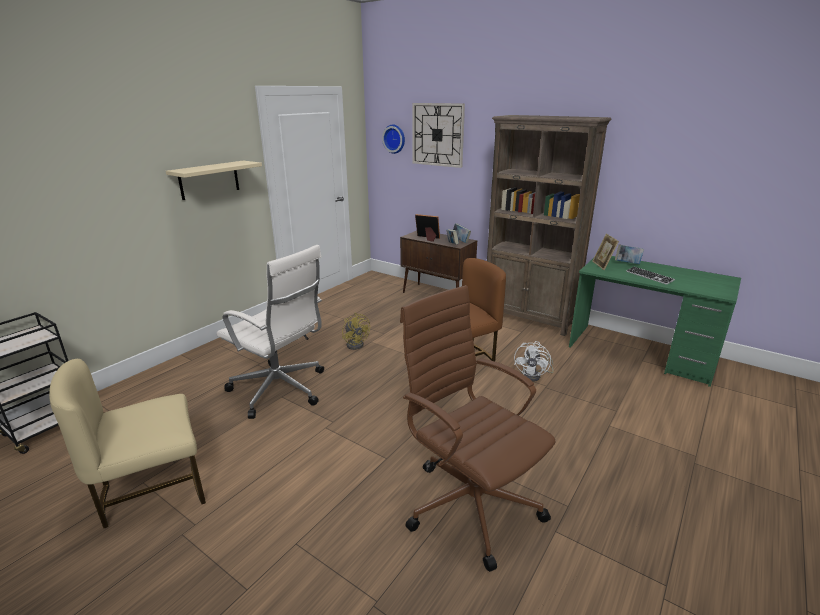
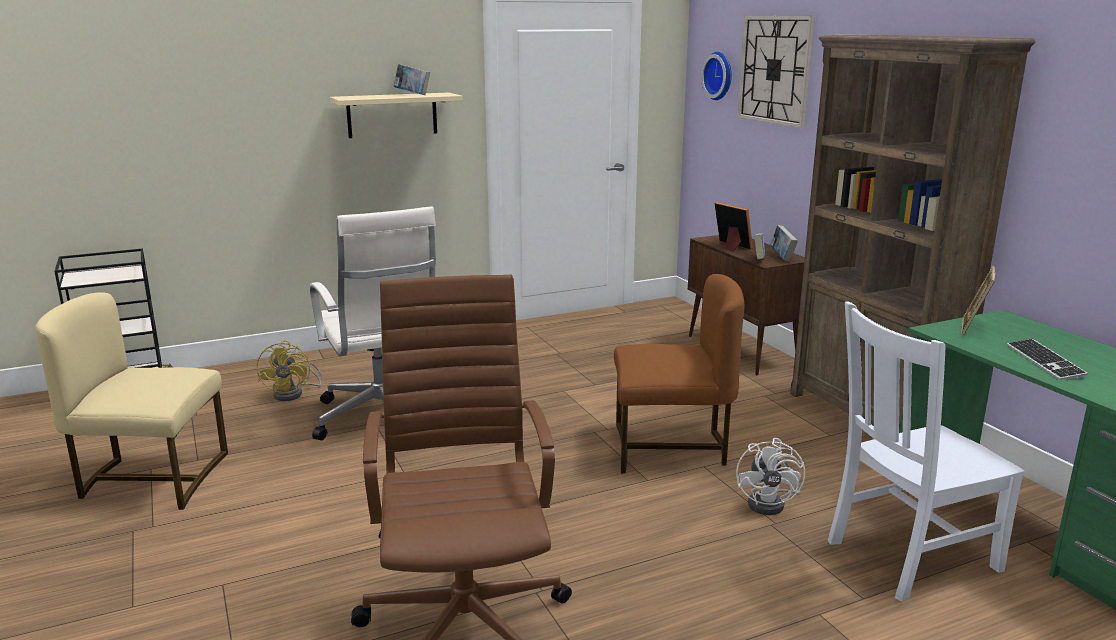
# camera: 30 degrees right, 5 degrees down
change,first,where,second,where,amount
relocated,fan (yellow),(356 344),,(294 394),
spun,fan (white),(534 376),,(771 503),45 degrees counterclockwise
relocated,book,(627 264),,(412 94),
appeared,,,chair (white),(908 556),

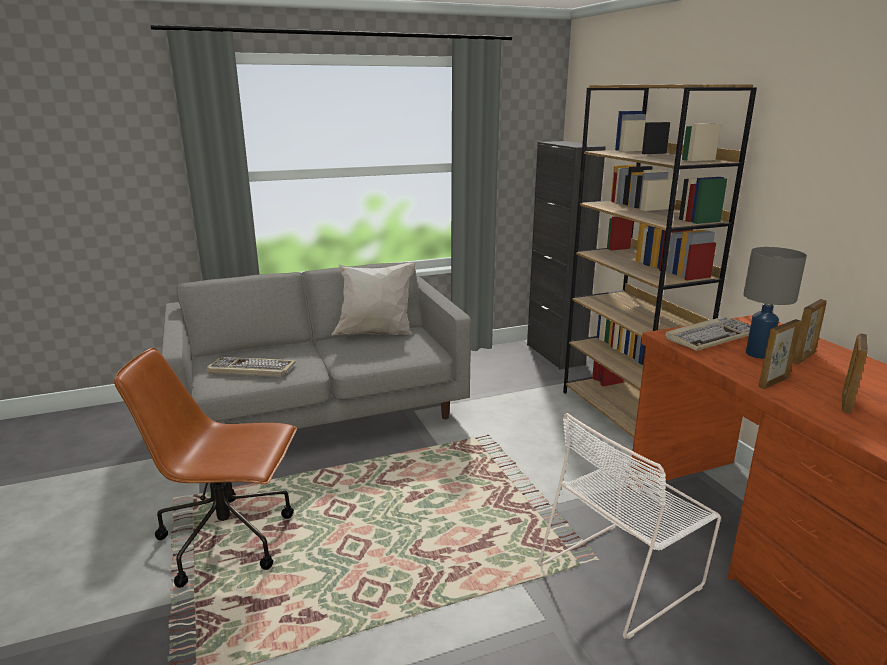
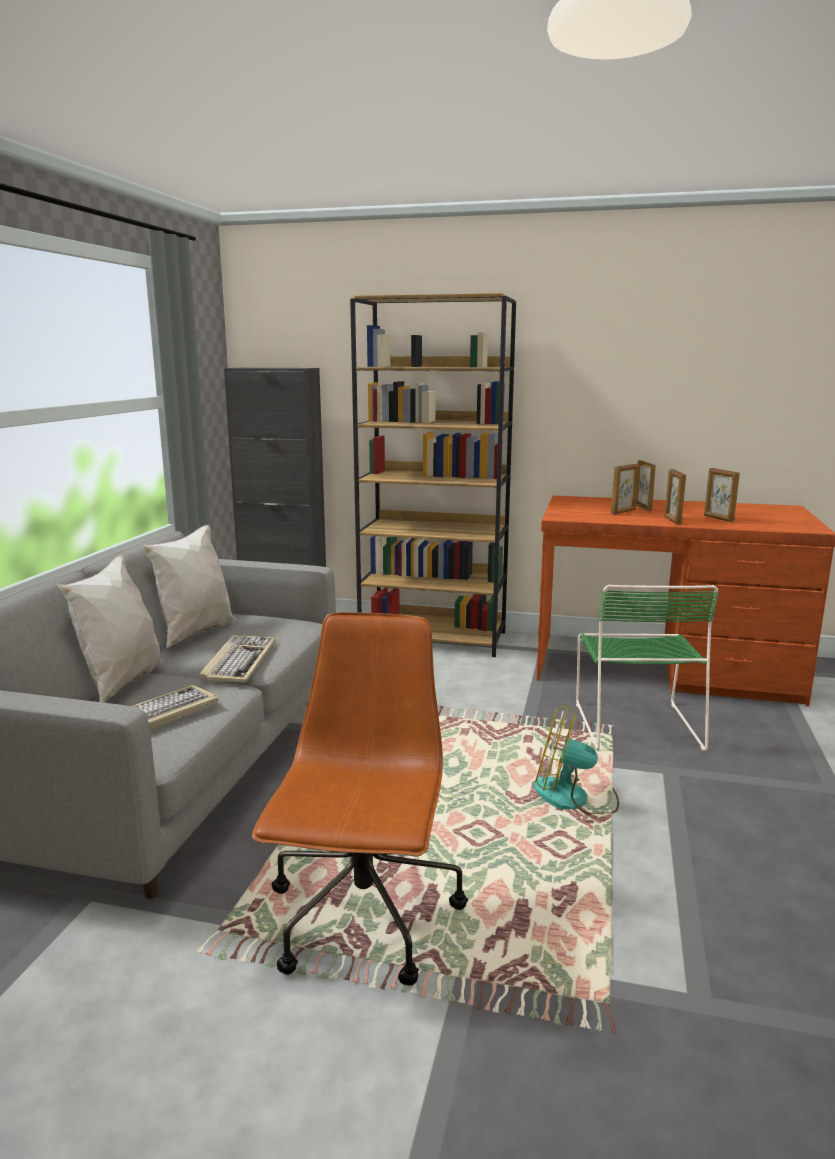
# camera: 55 degrees left, 5 degrees down
change,first,where,second,where,amount
spun,office chair (brown),(229 539),,(364 920),150 degrees clockwise
colour,chair (white),(623 573),chair (green),(636 723),
relocated,keyboard,(712 337),,(239 662),
exchanged,table lamp (grey),(758 354),picture frame,(623 512),
appeared,,,pillow (white),(121 684),
appeared,,,fan,(574 797),

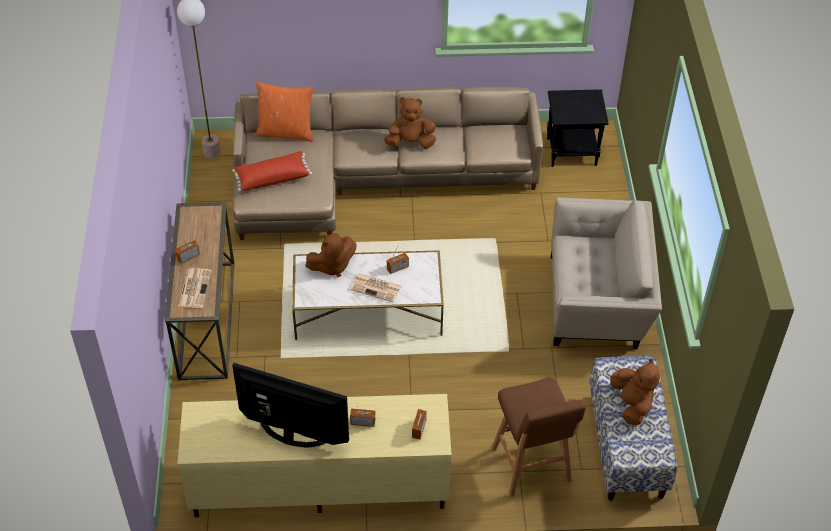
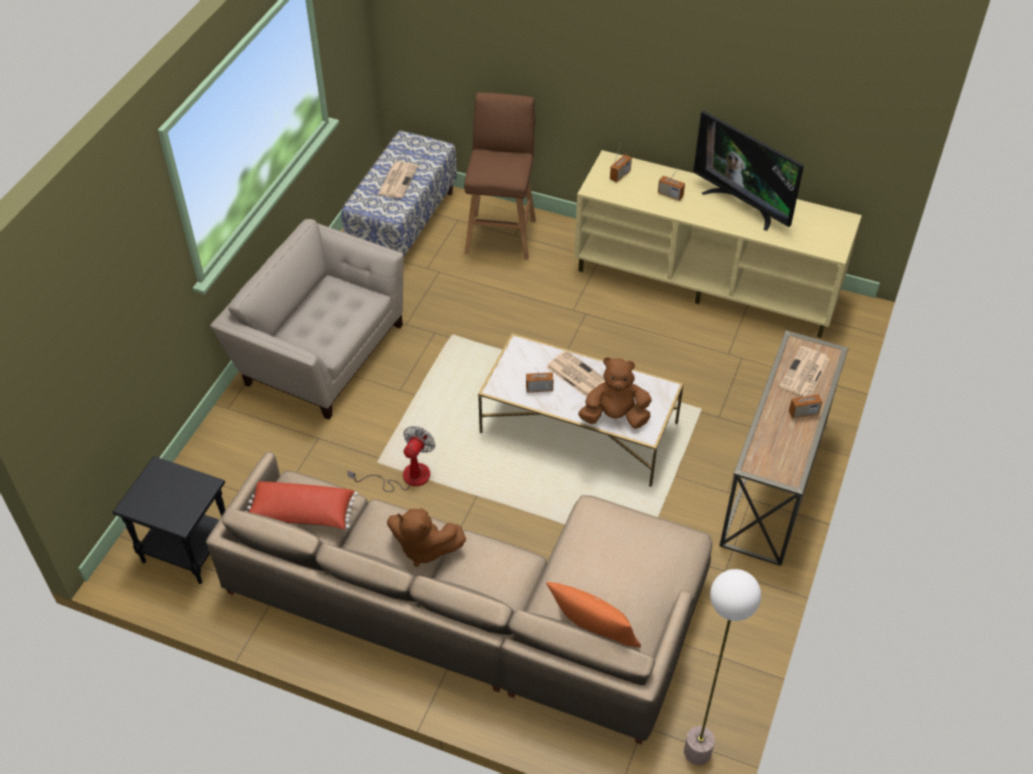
# camera: 155 degrees left, 0 degrees up
change,first,where,second,where,amount
relocated,pillow (red),(272 177),,(301 515),
exchanged,plush toy (brown),(632 404),newspaper,(397 180),
appeared,,,fan,(405 477),

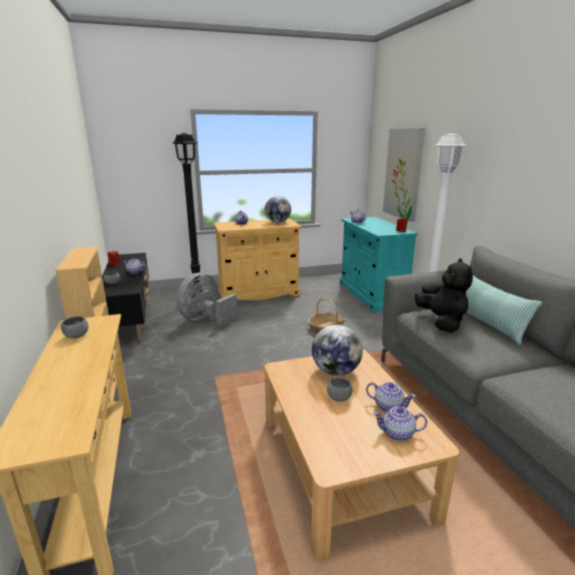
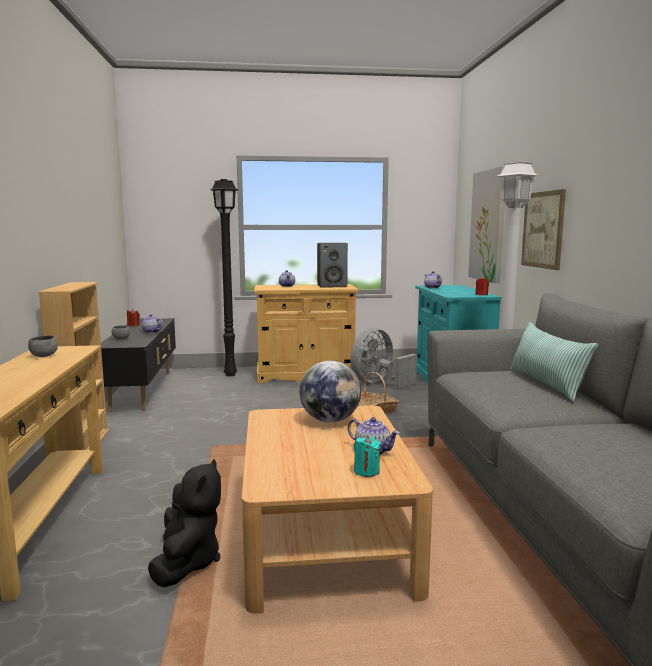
# camera: 10 degrees right, 10 degrees down
change,first,where,second,where,amount
relocated,fan (grey),(205 320),,(378 383),
exchanged,globe,(278 222),speaker,(332 286),
missing,bowl (grey),(339 398),,,
exchanged,teapot,(397 434),candle (turquoise),(366 471),
relocated,plush toy (black),(441 322),,(187 562),
appeared,,,picture,(543 229),

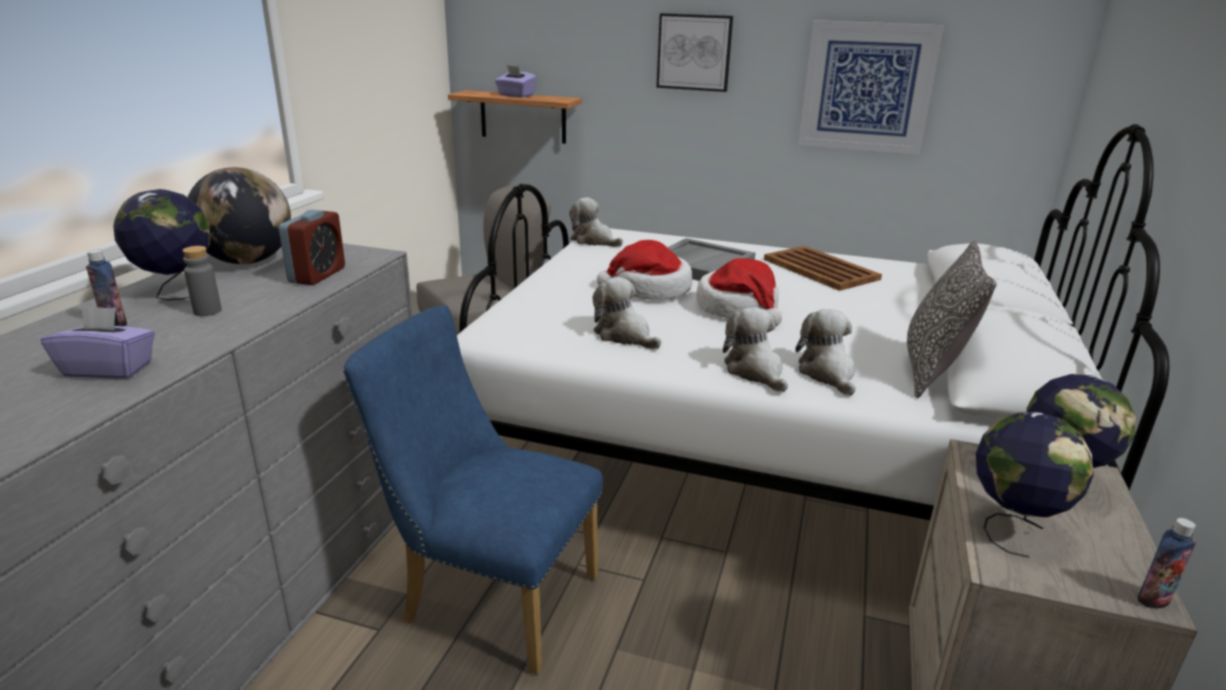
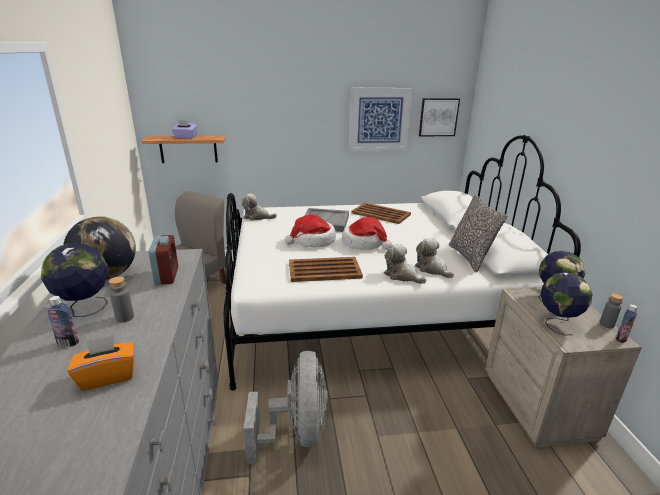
# camera: 25 degrees left, 0 degrees up
change,first,where,second,where,amount
colour,tissue box (purple),(109 369),tissue box (orange),(108 376),
exchanged,chair (blue),(489 596),fan (grey),(296 433),
exchanged,plush toy,(624 335),tray (brown),(325 270),
relocated,picture,(694 52),,(438 117),
appeared,,,bottle (grey),(606 324),

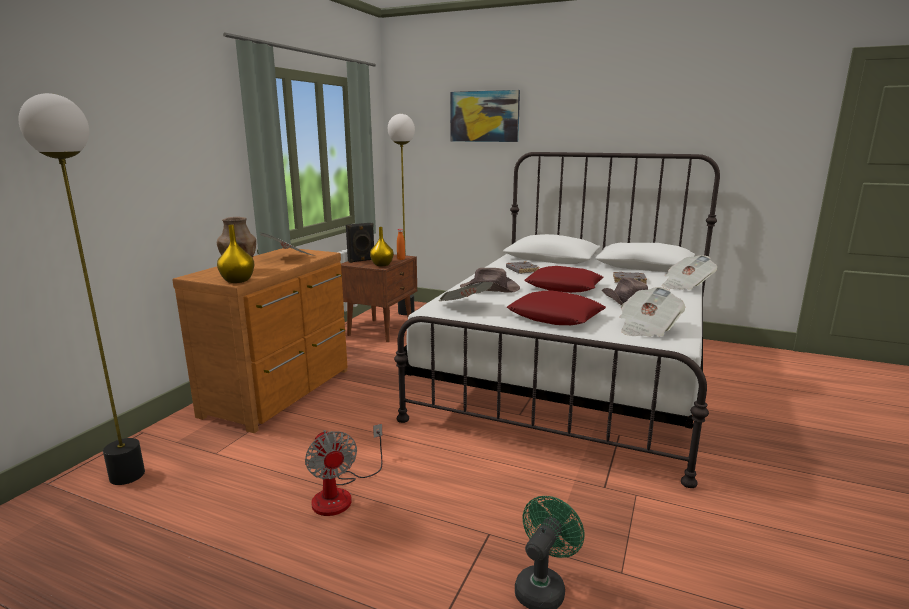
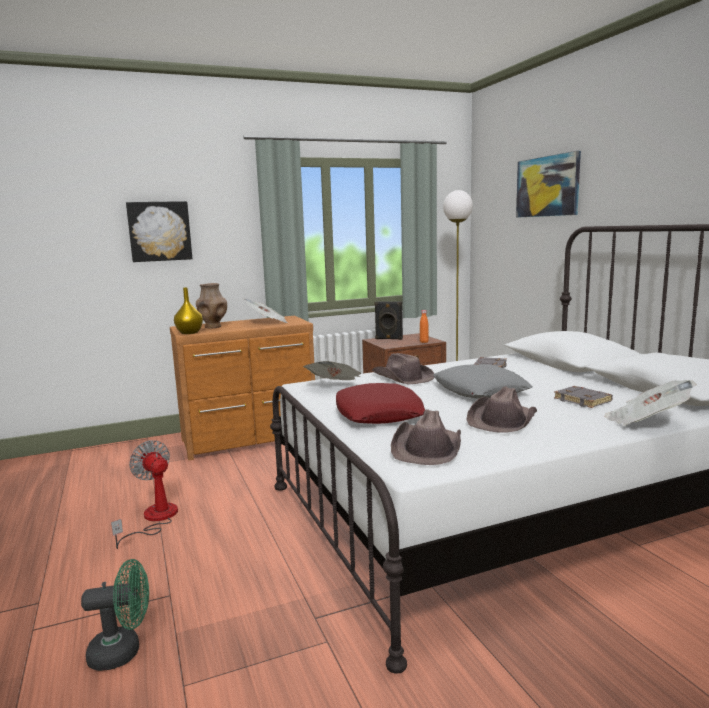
# camera: 45 degrees right, 5 degrees down
change,first,where,second,where,amount
missing,floor lamp,(127 475),,,
spun,fan,(341 494),,(154 519),120 degrees clockwise
missing,vase (yellow),(381 265),,,
colour,pillow (red),(563 286),pillow (grey),(480 390),
exchanged,newspaper,(646 329),hat (brown),(427 448),
appeared,,,picture,(159 231),

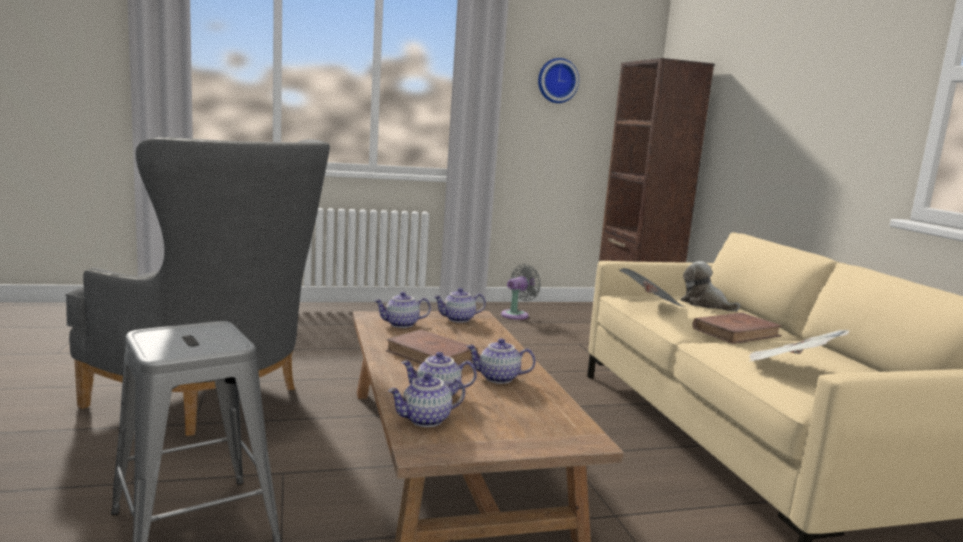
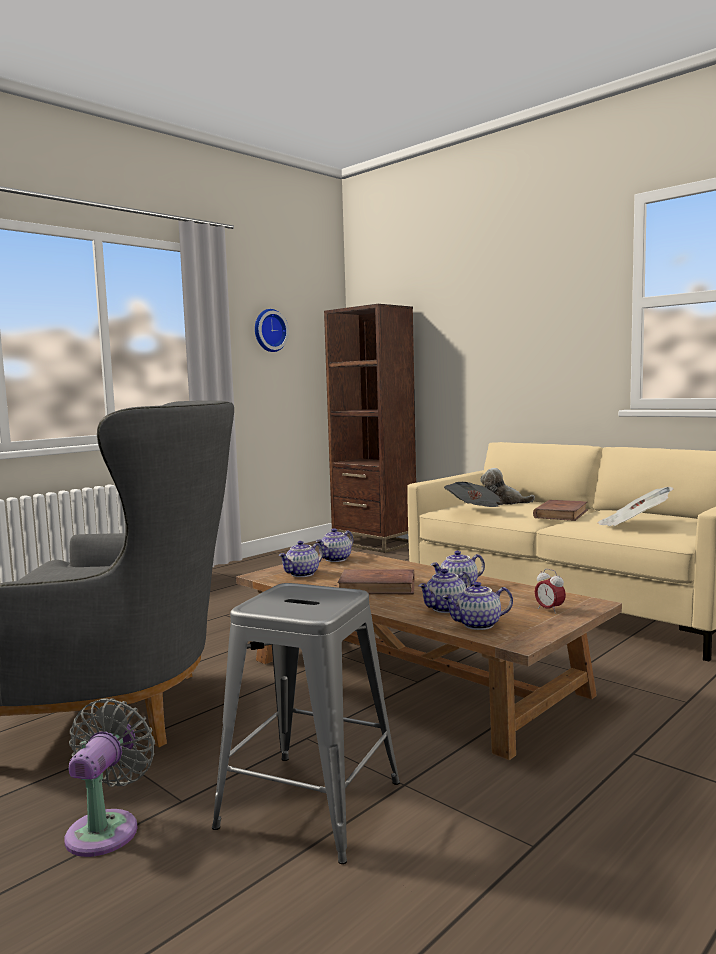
# camera: 30 degrees left, 5 degrees down
change,first,where,second,where,amount
spun,teapot,(426 420),,(478 625),45 degrees clockwise
relocated,fan (grey),(517 315),,(106 828),
appeared,,,alarm clock,(549 610),

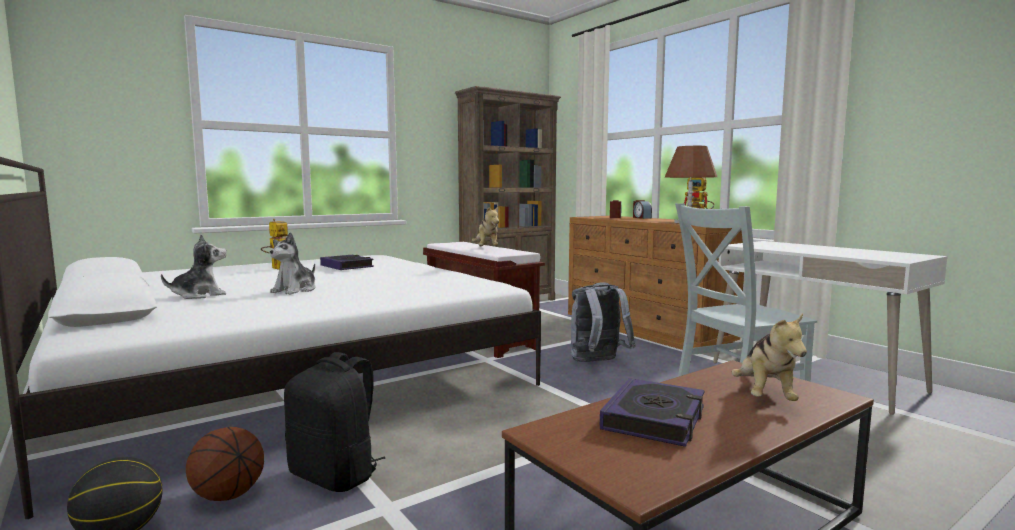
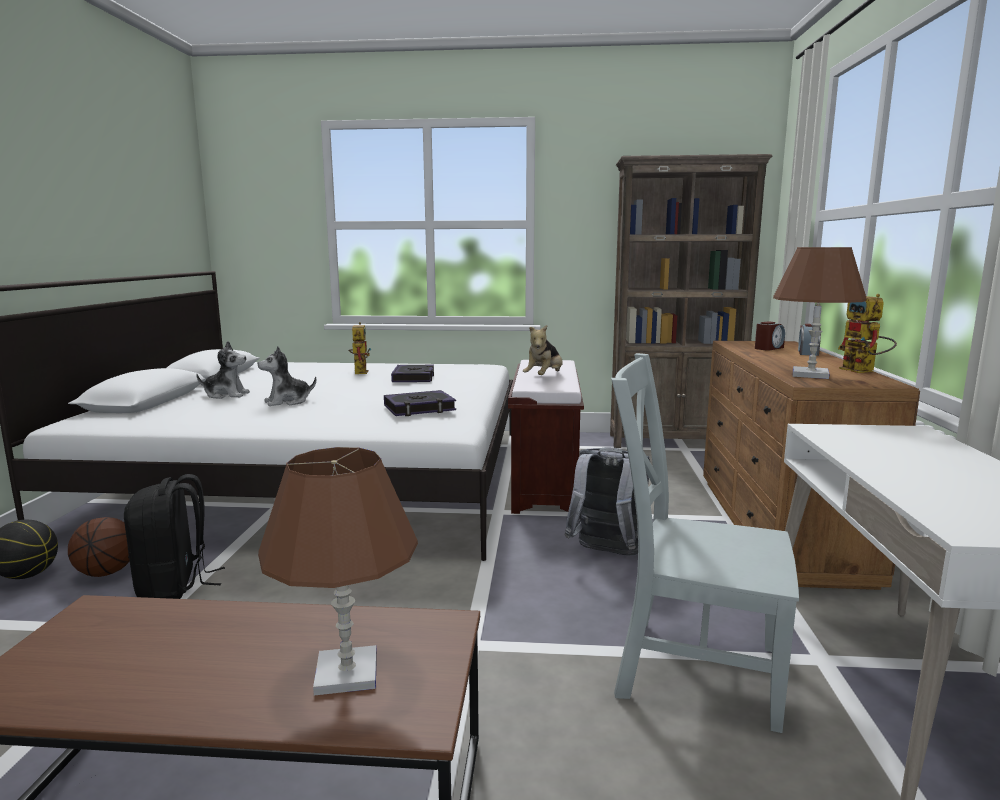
# camera: 40 degrees right, 5 degrees up
change,first,where,second,where,amount
relocated,book,(654 419),,(419 408),
exchanged,plush toy,(764 396),table lamp (brown),(347 673),

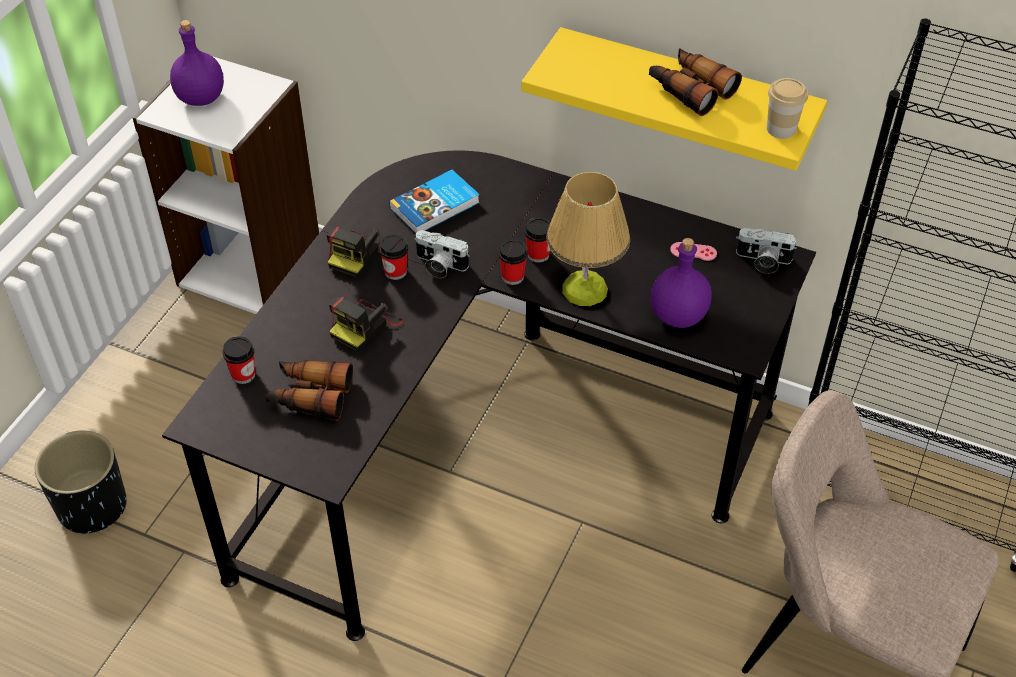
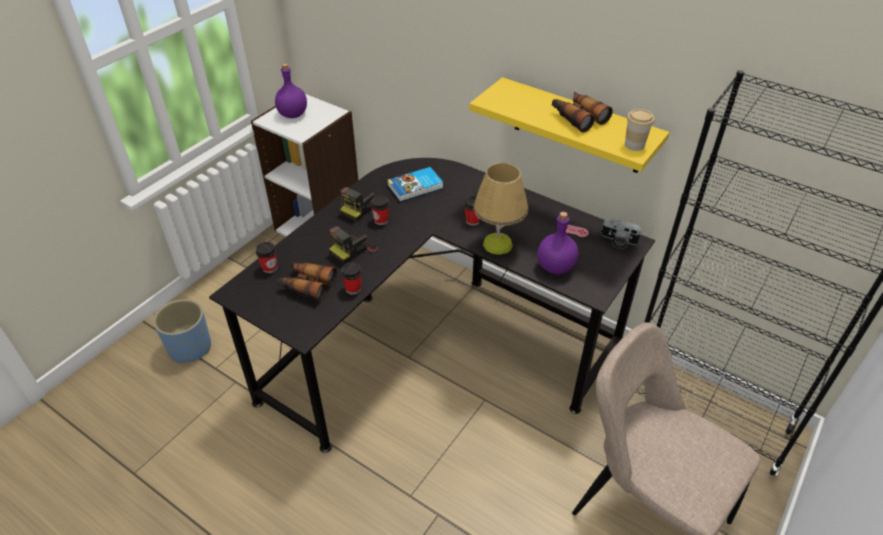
# camera: 10 degrees right, 5 degrees down
change,first,where,second,where,amount
colour,planter (black),(92 506),planter (blue),(190 347),
missing,photo camera,(439 265),,,
relocated,cup,(512 276),,(353 289),

